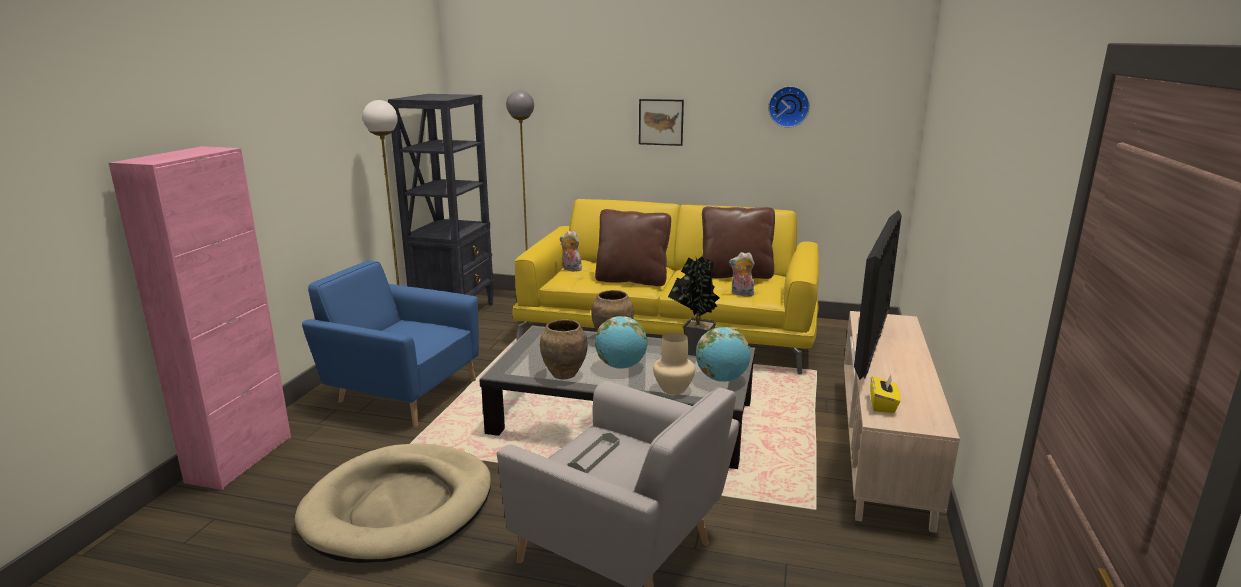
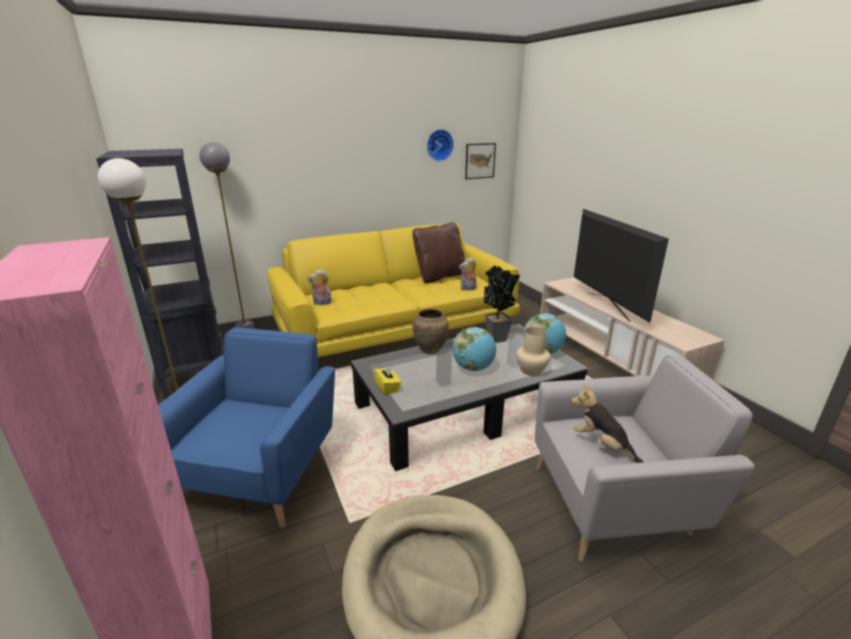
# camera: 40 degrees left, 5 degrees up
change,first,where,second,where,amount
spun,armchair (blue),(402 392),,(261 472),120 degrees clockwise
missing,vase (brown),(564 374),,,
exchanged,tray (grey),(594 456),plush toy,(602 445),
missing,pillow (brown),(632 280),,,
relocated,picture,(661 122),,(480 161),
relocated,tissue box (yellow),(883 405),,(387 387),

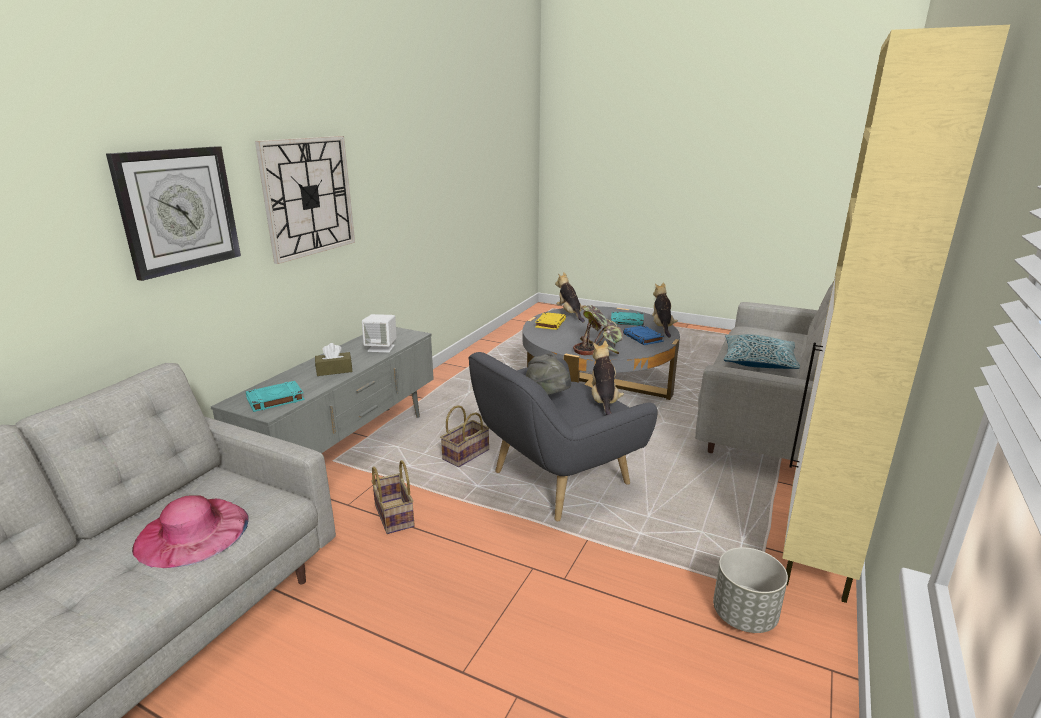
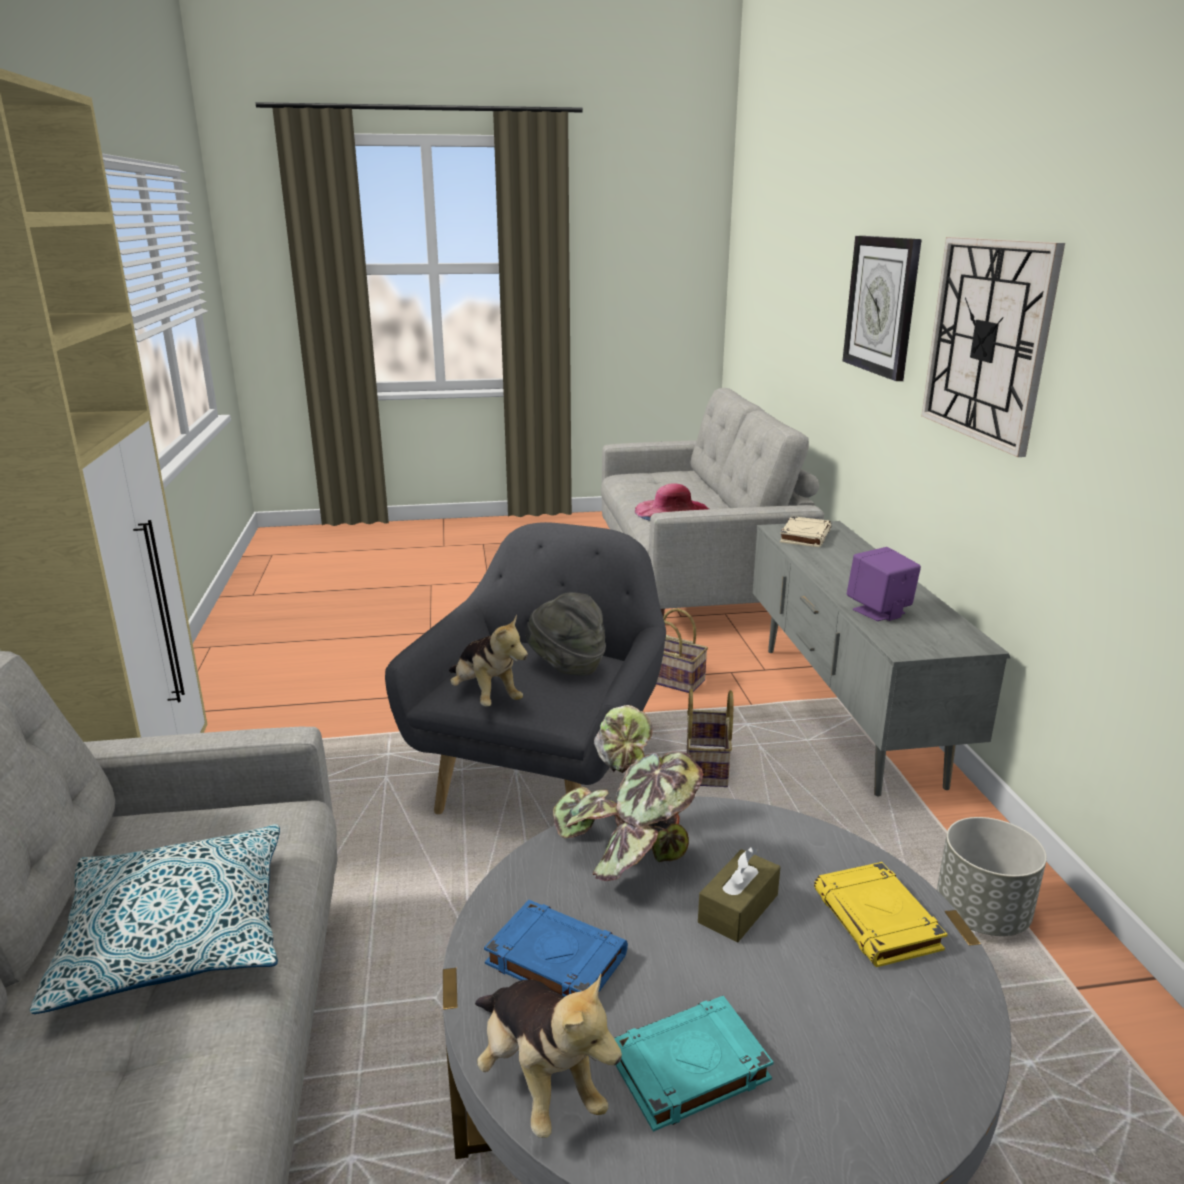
# camera: 145 degrees right, 0 degrees up
change,first,where,second,where,amount
colour,book (turquoise),(275 400),book (beige),(805 536),
relocated,tissue box (brown),(334 370),,(738 908),
colour,speaker (white),(381 348),speaker (purple),(879 612),
missing,plush toy,(570 314),,,
relocated,planter (grey),(744 615),,(981 915),

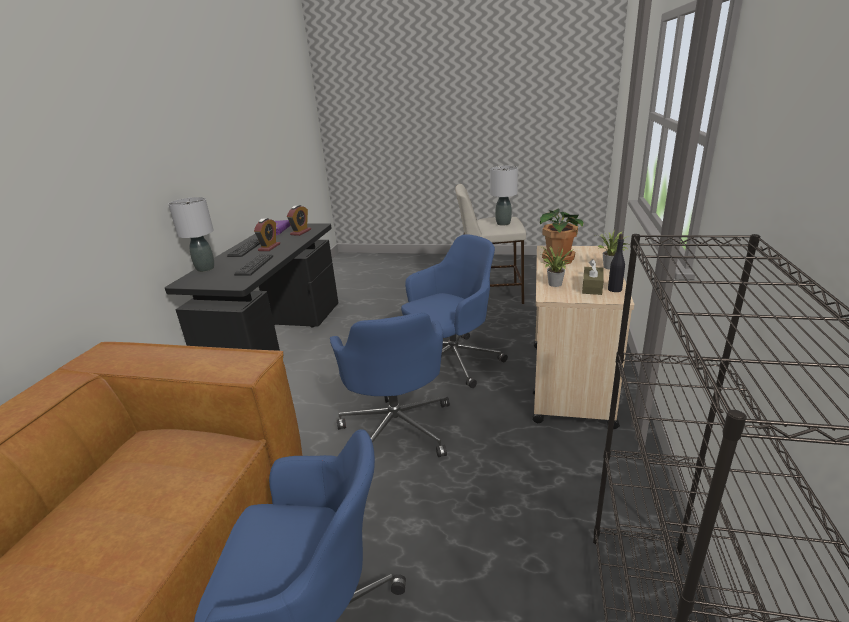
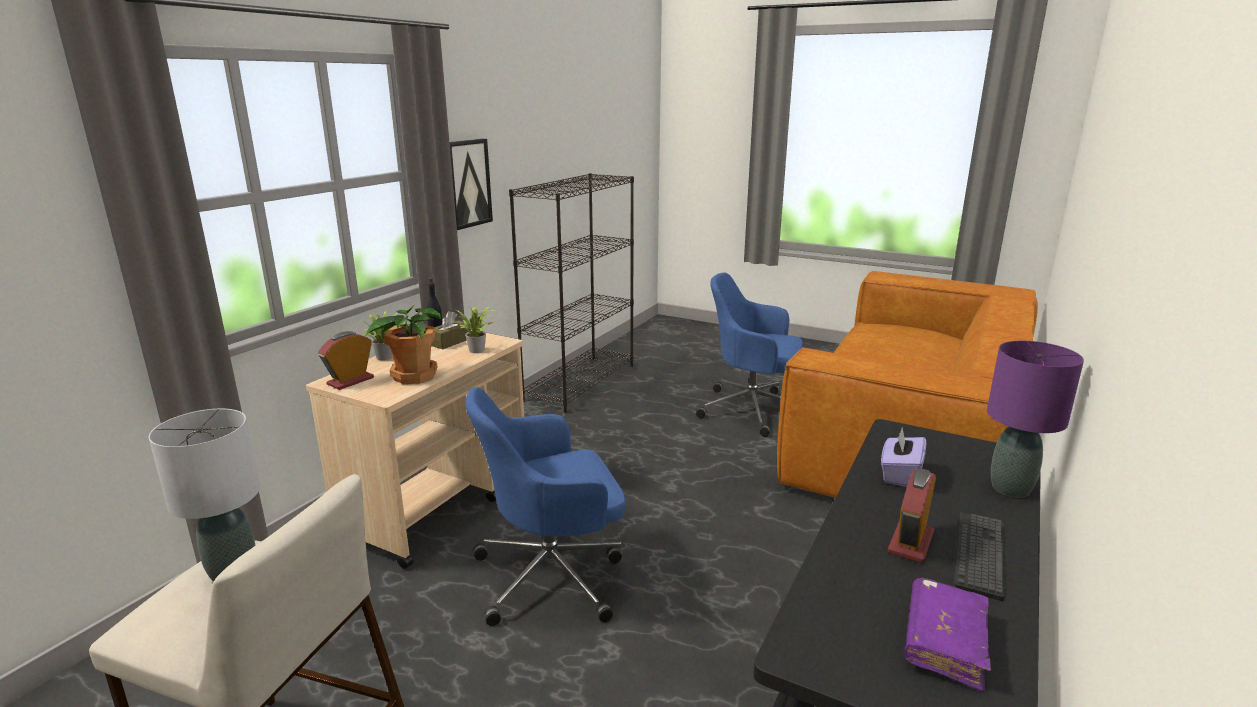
# camera: 165 degrees left, 5 degrees down
change,first,where,second,where,amount
colour,table lamp (grey),(205 269),table lamp (purple),(1011 488),
exchanged,keyboard,(254 265),tissue box (purple),(900 474),
relocated,alarm clock,(300 232),,(350 381),
missing,office chair (blue),(397 428),,,
appeared,,,picture,(467 183),

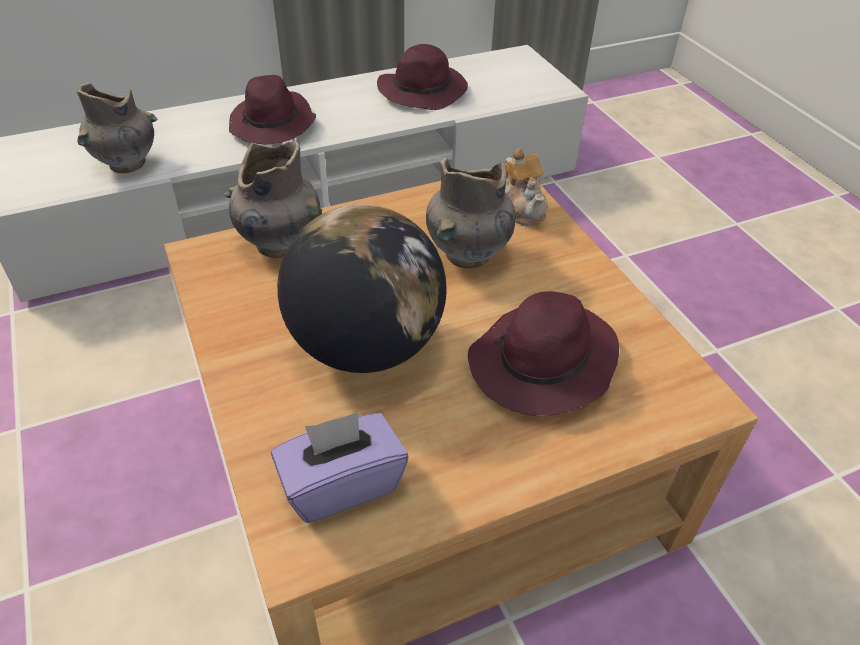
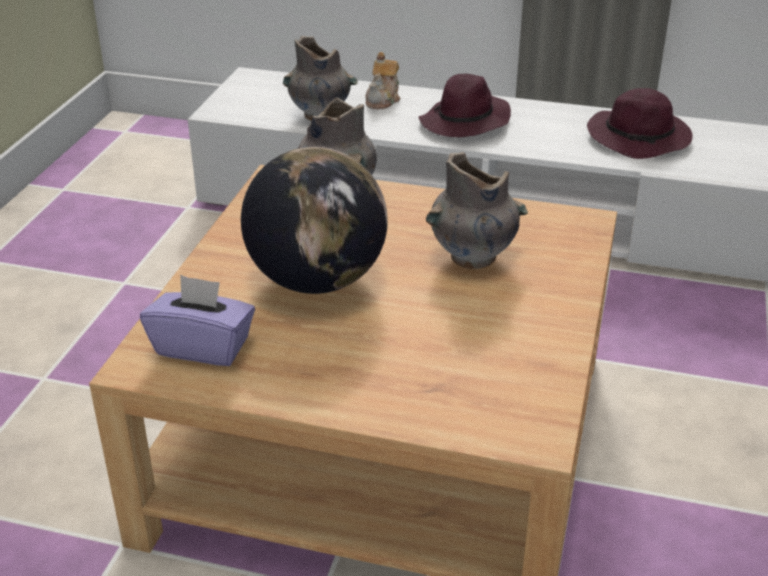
# camera: 40 degrees right, 10 degrees down
change,first,where,second,where,amount
missing,hat (purple),(542 365),,,
relocated,teapot,(522 207),,(383 100),

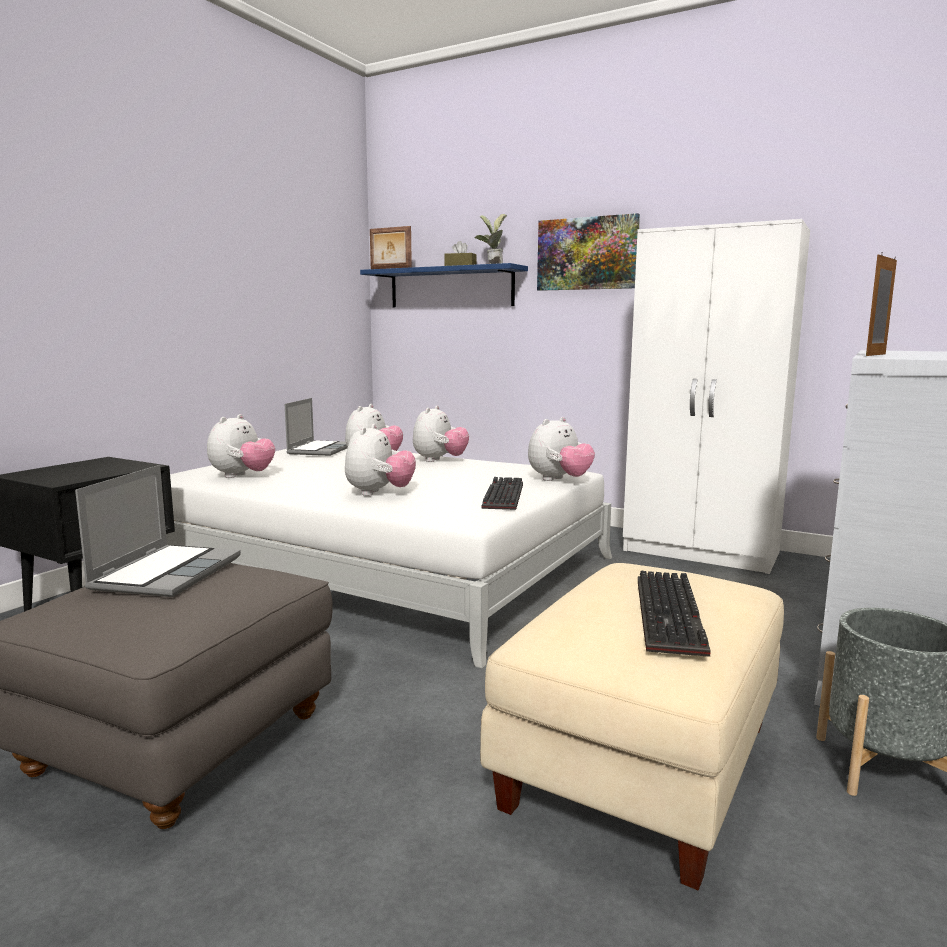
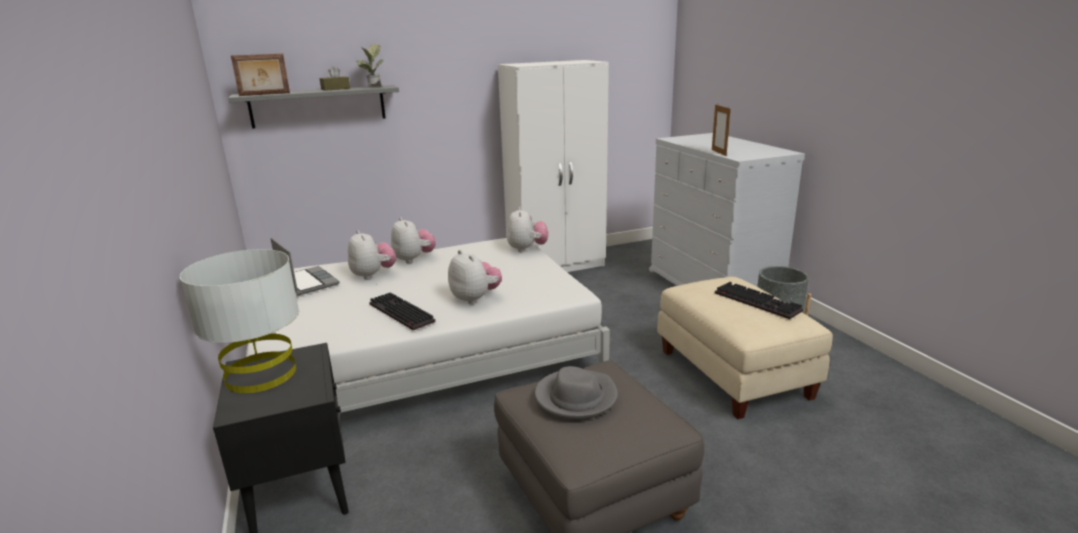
# camera: 50 degrees left, 10 degrees up
change,first,where,second,where,amount
exchanged,laptop,(167 572),hat (grey),(576 397),
missing,plush toy,(242 476),,,
colour,shelf (blue),(451 288),shelf (grey),(318 106),
relocated,keyboard,(501 495),,(399 313),
missing,picture,(587 254),,,
appeared,,,table lamp (white),(261 374),

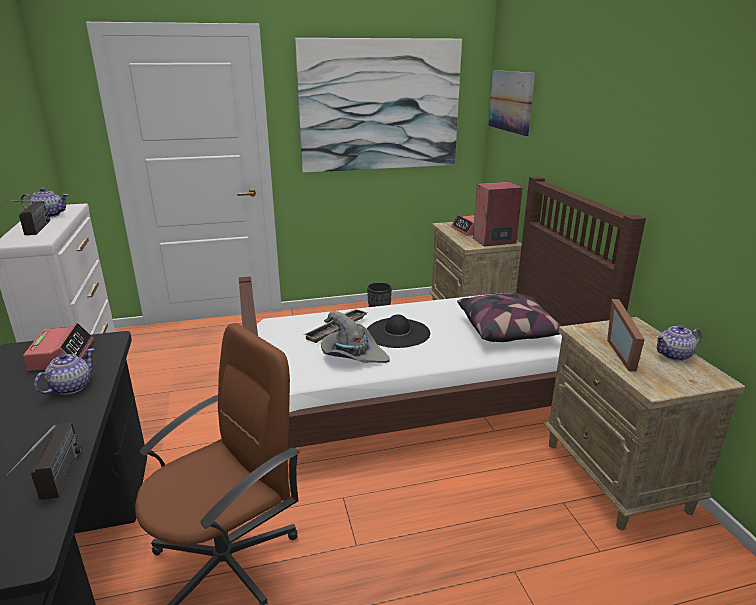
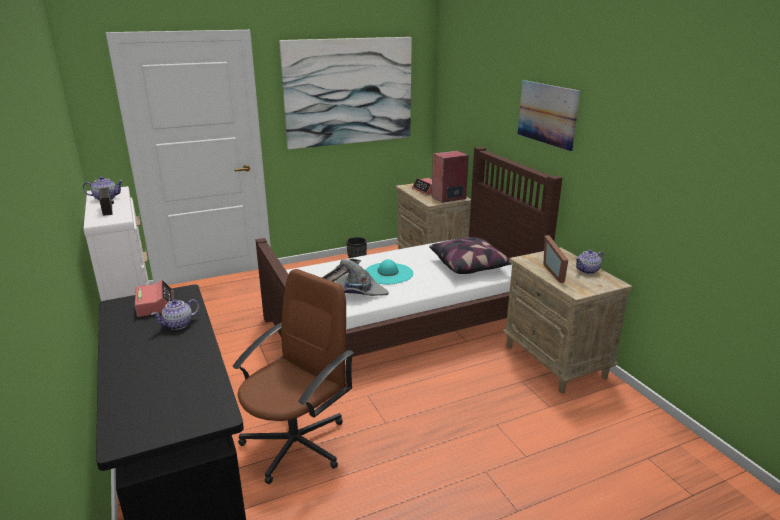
# camera: 10 degrees left, 0 degrees up
change,first,where,second,where,amount
missing,radio,(57 487),,,
spun,teapot,(70 387),,(178 324),150 degrees counterclockwise
colour,hat (black),(397 333),hat (turquoise),(388 273),
relocated,picture,(510 101),,(547 114),

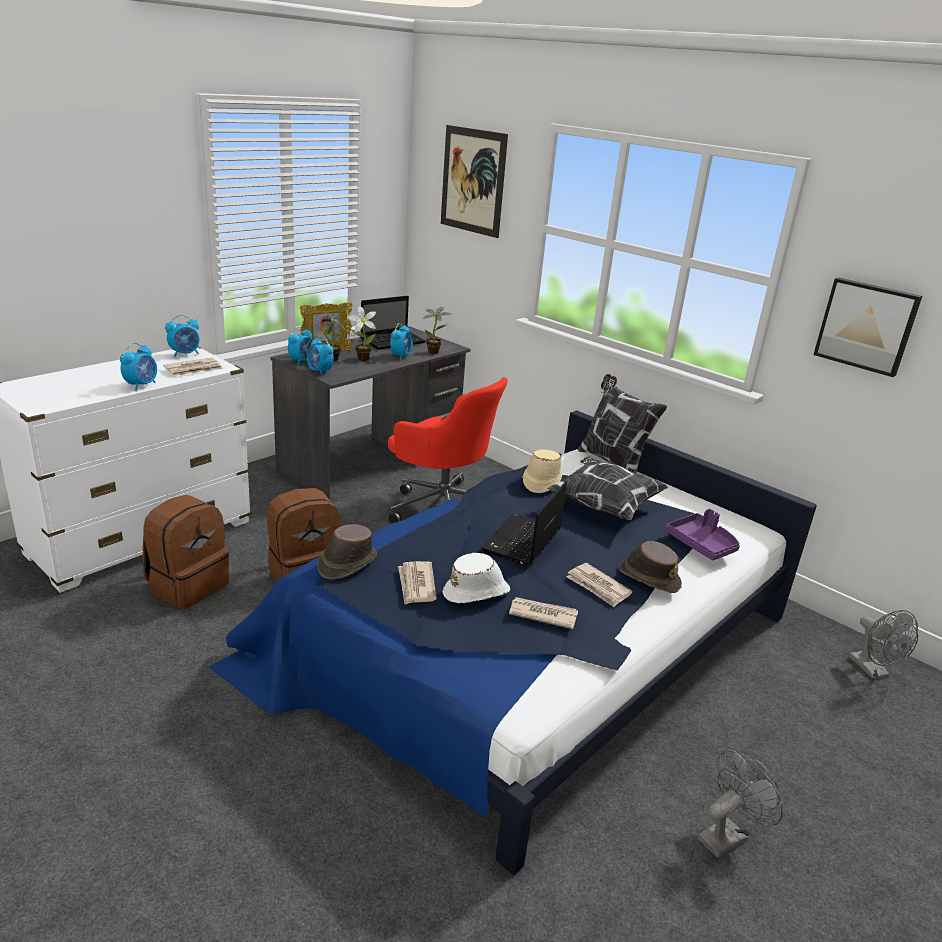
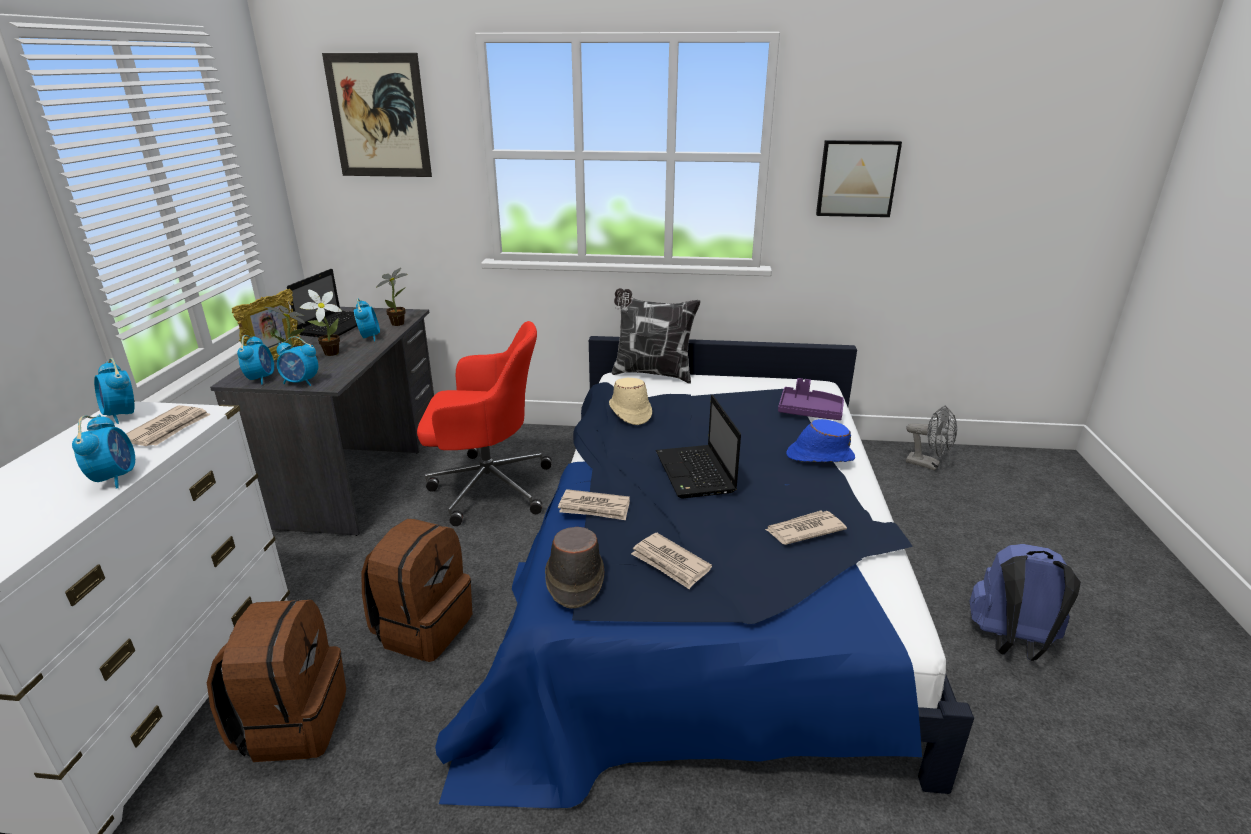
# camera: 35 degrees left, 0 degrees up
change,first,where,second,where,amount
spun,alarm clock,(185 354),,(122 415),120 degrees clockwise
missing,hat (white),(477 592),,,
missing,pillow,(603 506),,,
relocated,newspaper,(598 587),,(594 508),
colour,hat (brown),(648 577),hat (blue),(819 456),
exchanged,fan (grey),(727 835),backpack (blue),(1011 642),

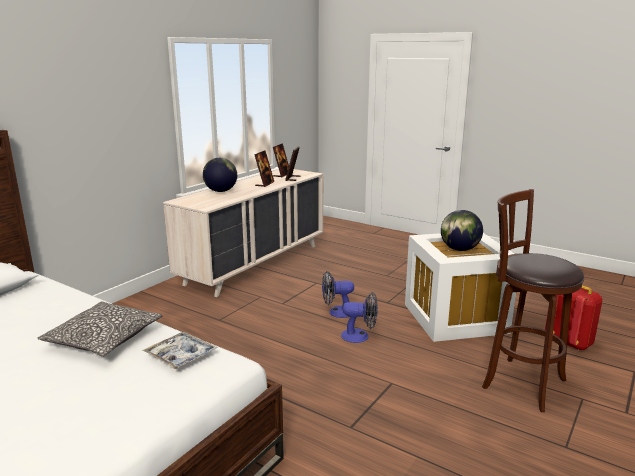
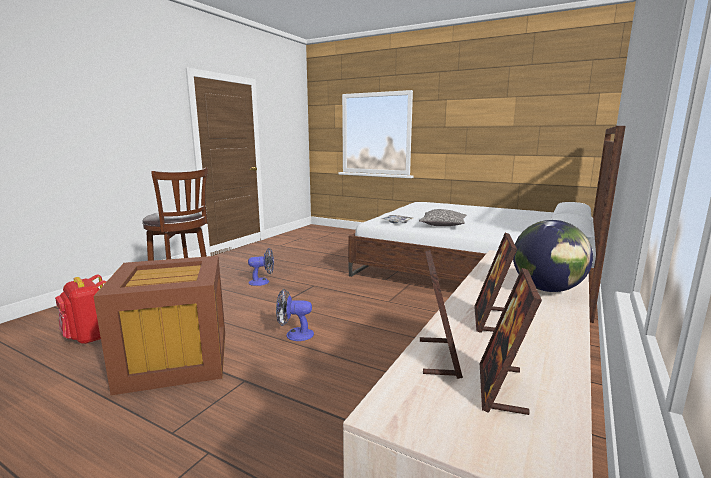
# camera: 175 degrees right, 5 degrees down
change,first,where,second,where,amount
relocated,fan,(336 312),,(263 282),
colour,storage box (white),(456 318),storage box (brown),(174 359),
missing,globe,(459 249),,,

